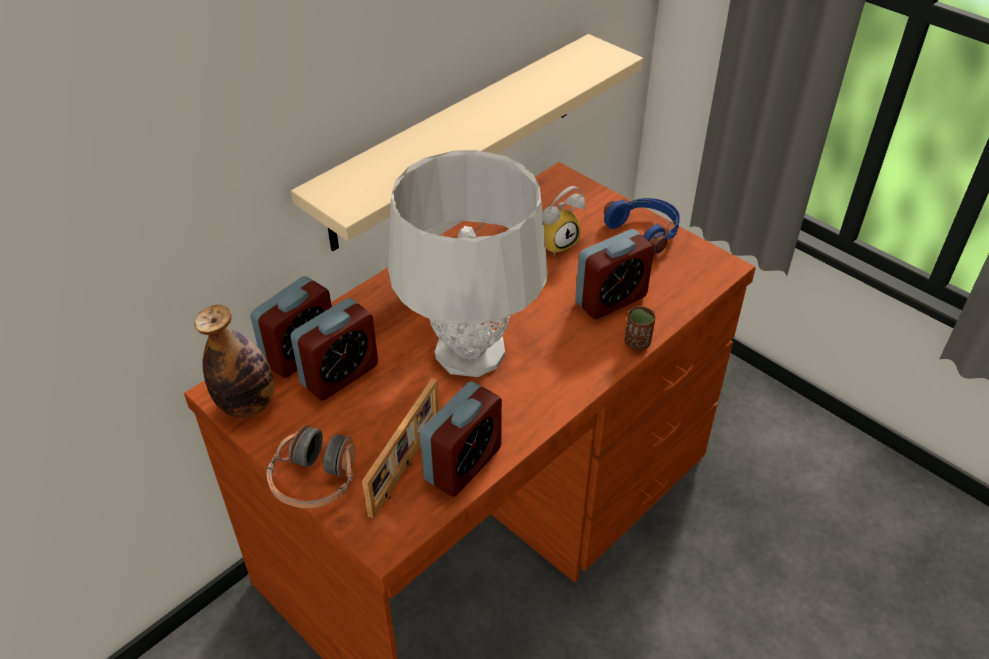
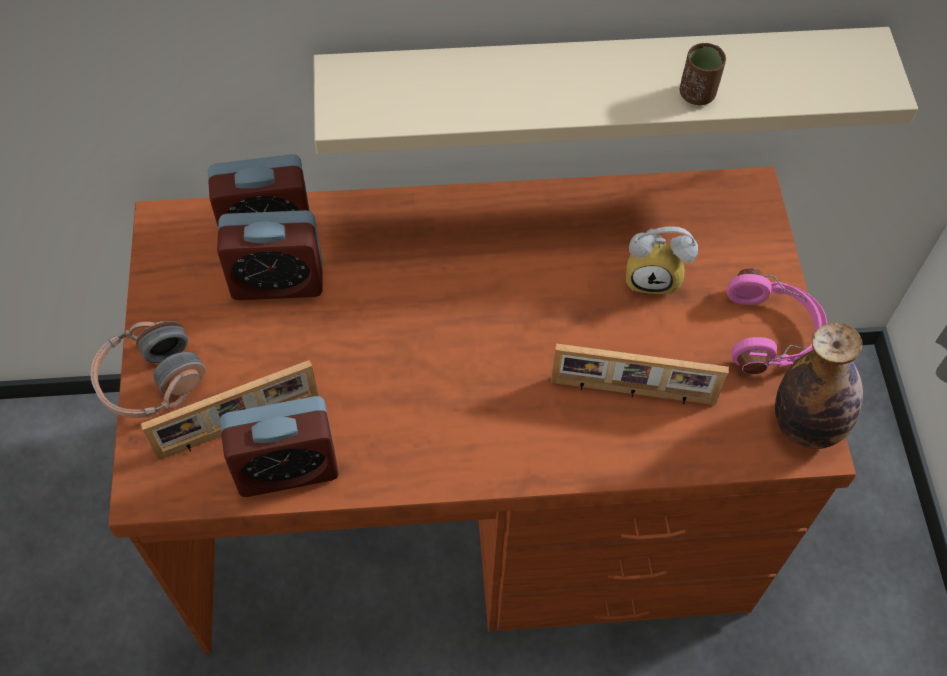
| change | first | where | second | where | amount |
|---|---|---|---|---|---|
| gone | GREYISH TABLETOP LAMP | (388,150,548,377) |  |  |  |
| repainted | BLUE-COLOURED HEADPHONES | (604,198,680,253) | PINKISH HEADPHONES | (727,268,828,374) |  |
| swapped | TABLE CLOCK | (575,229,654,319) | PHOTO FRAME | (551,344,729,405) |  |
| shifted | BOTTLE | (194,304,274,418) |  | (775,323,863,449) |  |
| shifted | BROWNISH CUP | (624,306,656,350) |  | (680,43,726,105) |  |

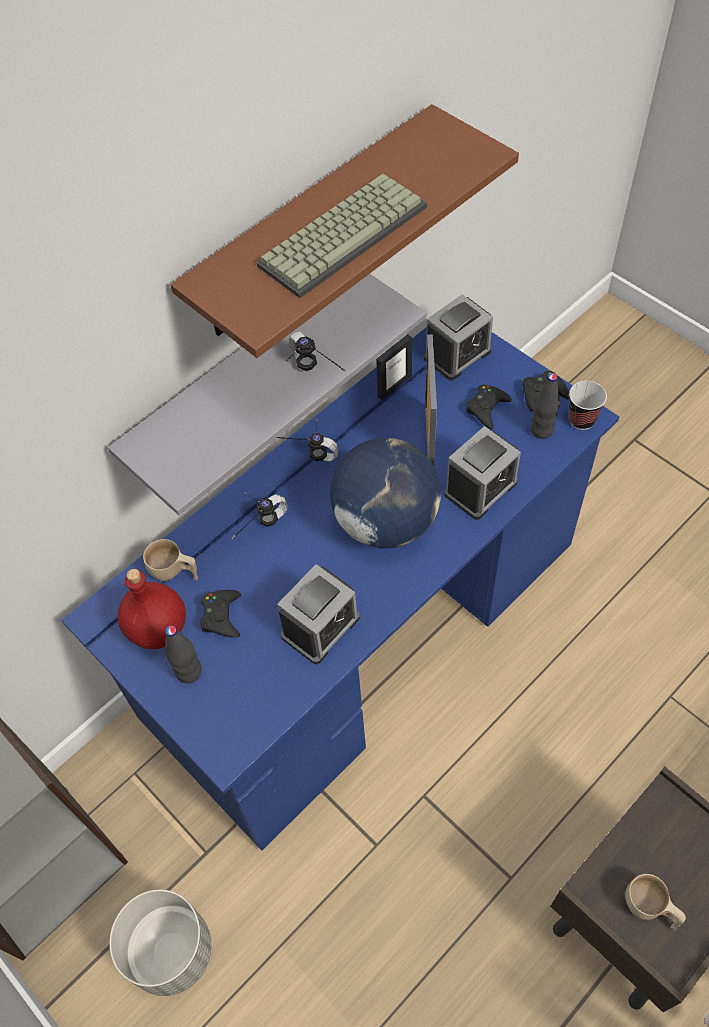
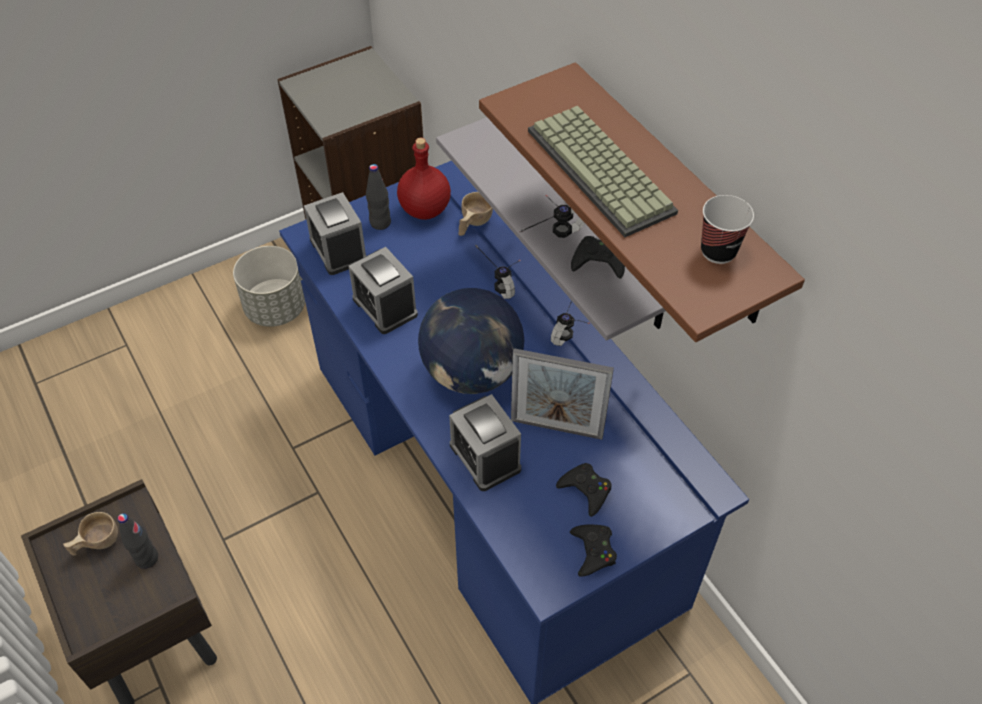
| change | first | where | second | where | amount |
|---|---|---|---|---|---|
| shifted | TABLE CLOCK | (424,294,493,381) |  | (304,192,366,275) |  |
| gone | PHOTO FRAME | (376,334,412,400) |  |  |  |
| shifted | BLACKISH BOTTLE | (530,373,560,439) |  | (117,513,158,569) |  |
| shifted | CUP | (569,381,607,430) |  | (701,195,754,264) |  |
| shifted | BLACKISH GAMEPAD | (200,590,241,638) |  | (571,236,625,279) |  |

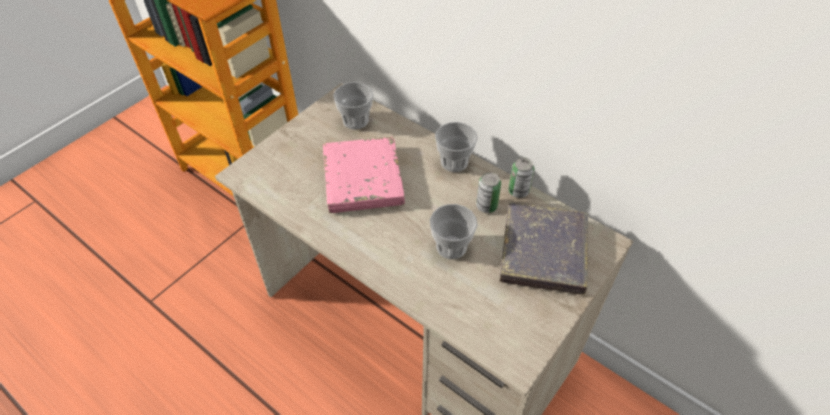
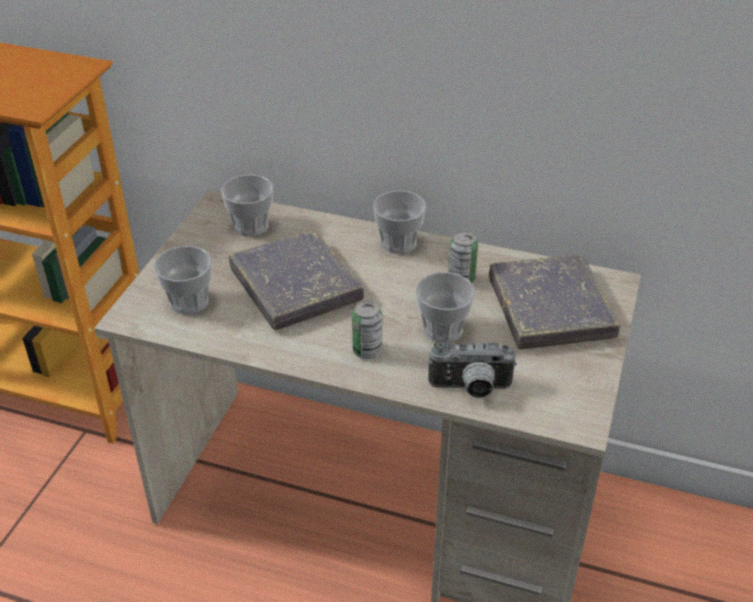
| change | first | where | second | where | amount |
|---|---|---|---|---|---|
| repainted | PINKISH BOUND BOOK | (323,137,405,213) | GREYISH BOUND BOOK | (229,229,364,330) |  |
| shifted | CAN | (508,157,534,198) |  | (352,301,382,359) |  |
| new |  |  | CUP | (154,246,212,314) |  |
| new |  |  | STILL CAMERA | (428,341,517,398) |  |

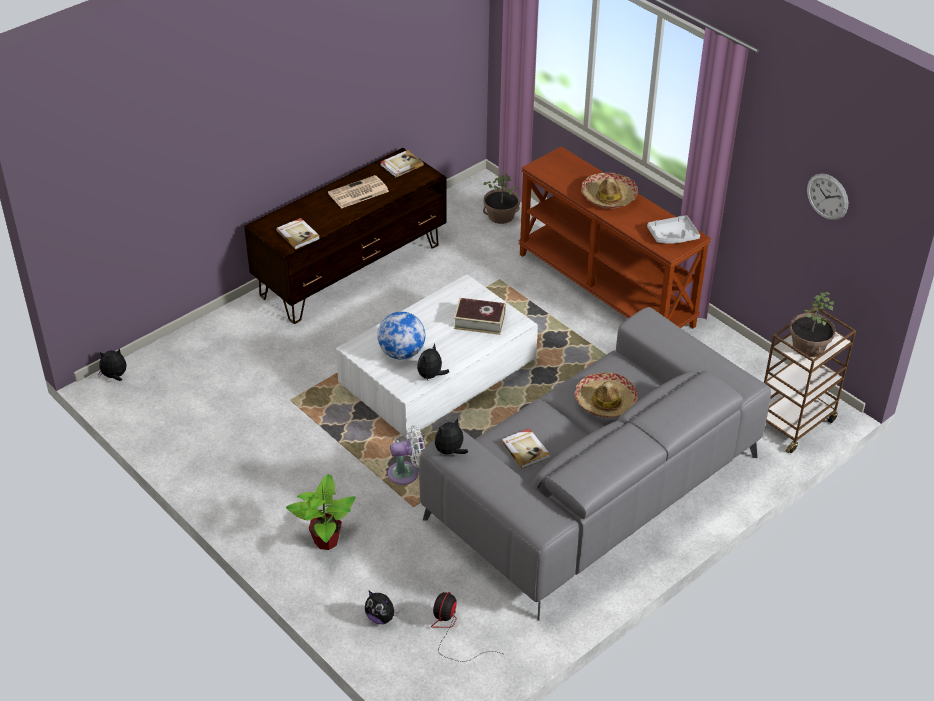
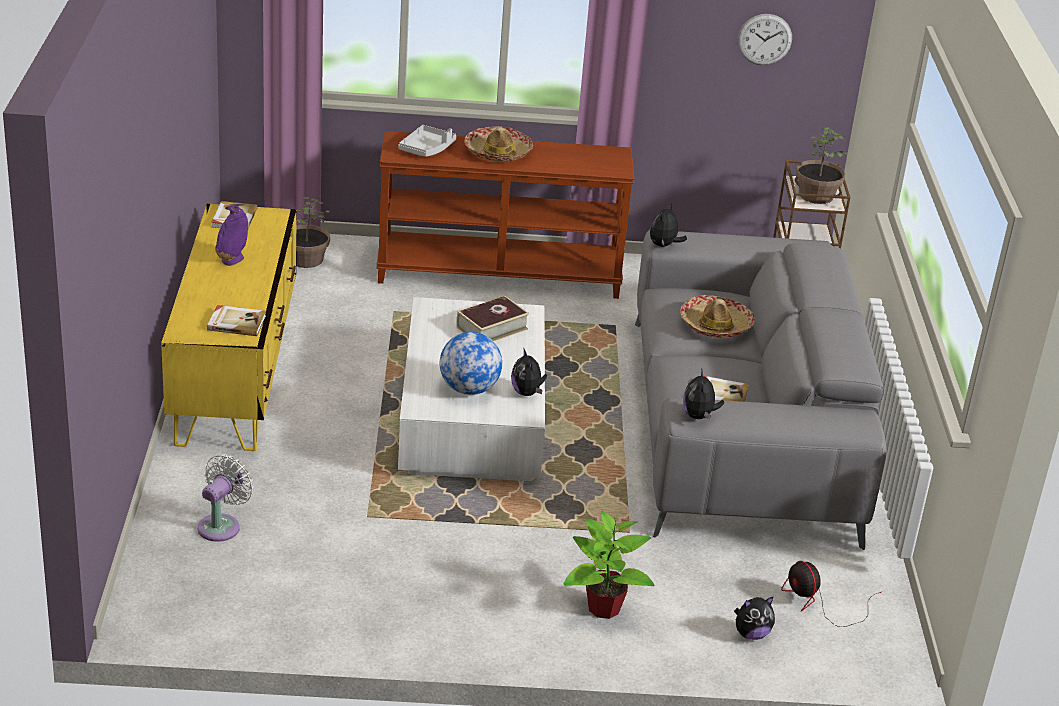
| change | first | where | second | where | amount |
|---|---|---|---|---|---|
| repainted | BROWNISH TV STAND | (244,148,447,324) | YELLOW TV STAND | (161,204,296,451) |  |
| swapped | NEWSPAPER | (328,175,389,208) | PURPLISH DECORATIVE VASE | (215,205,248,266) |  |
| shifted | GREYISH TRAY | (647,215,700,244) |  | (398,125,456,157) |  |
| shifted | PLUSH TOY | (98,349,127,381) |  | (650,204,687,247) |  |
| shifted | WHITISH ELECTRIC FAN | (388,425,425,485) |  | (198,454,254,542) |  |

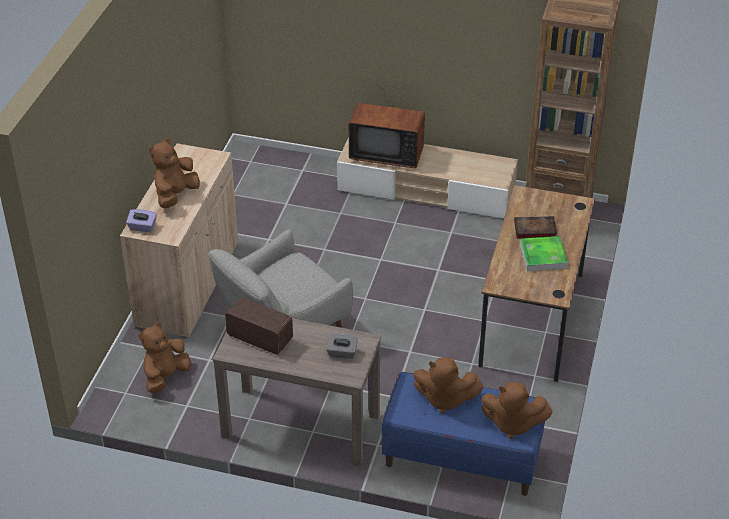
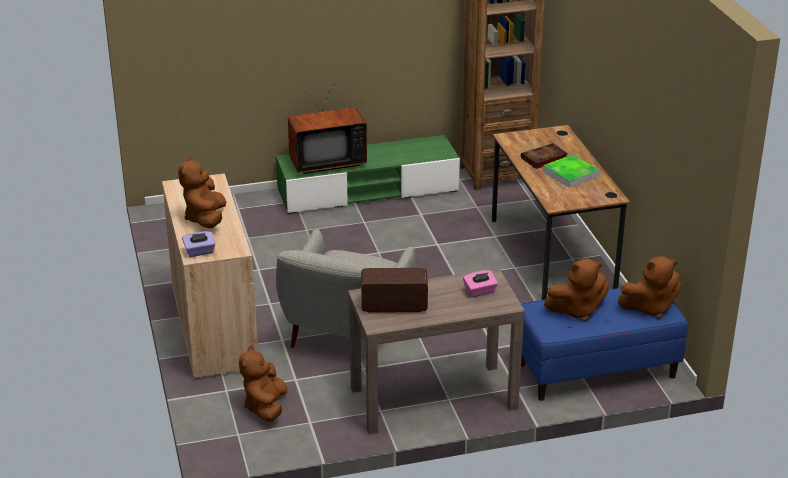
| change | first | where | second | where | amount |
|---|---|---|---|---|---|
| repainted | BEIGE-COLOURED TV STAND | (337,137,518,219) | GREEN TV STAND | (276,135,460,214) |  |
| repainted | GREYISH BOX OF TISSUES | (326,334,358,359) | PINKISH BOX OF TISSUES | (463,270,498,297) |  |

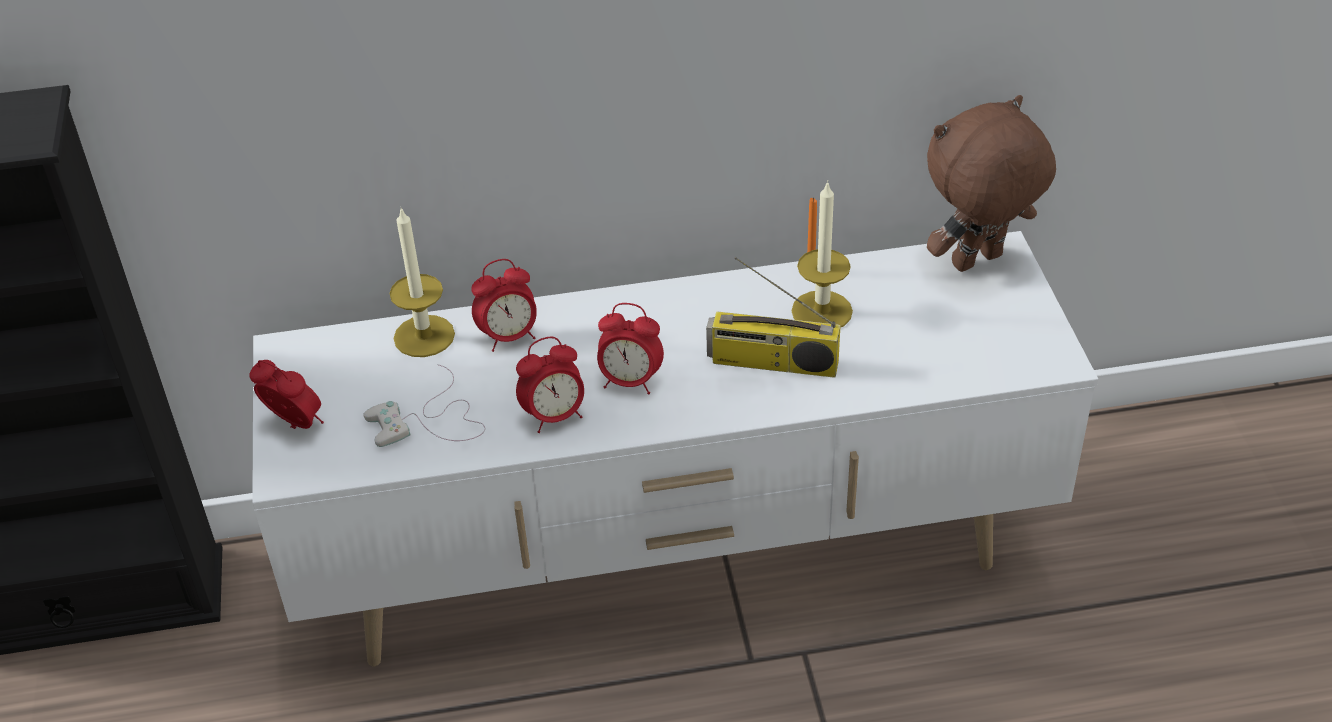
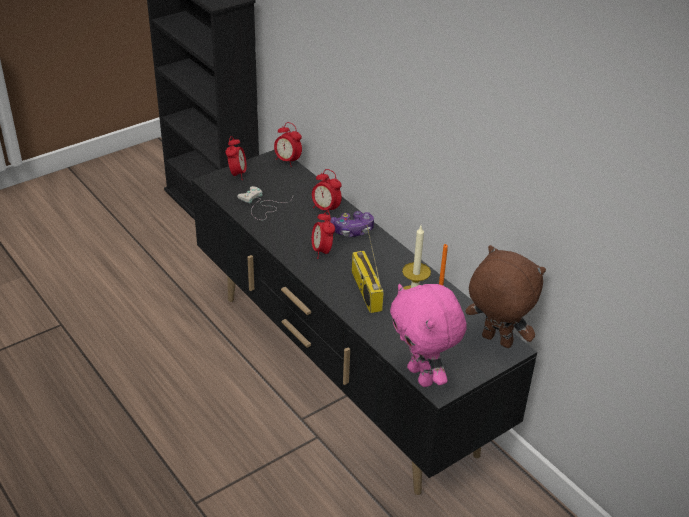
| change | first | where | second | where | amount |
|---|---|---|---|---|---|
| gone | CANDLE | (389,208,455,357) |  |  |  |
| repainted | WHITISH TV STAND | (252,231,1098,666) | BLACKISH TV STAND | (191,150,537,495) |  |
| shifted | TABLE CLOCK | (516,337,584,433) |  | (274,122,302,167) |  |
| new |  |  | GAMEPAD | (330,211,374,237) |  |
| new |  |  | PINKISH PLUSH TOY | (390,284,467,387) |  |

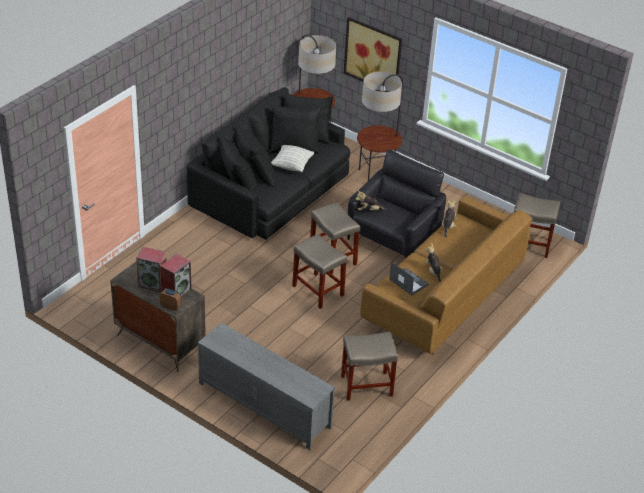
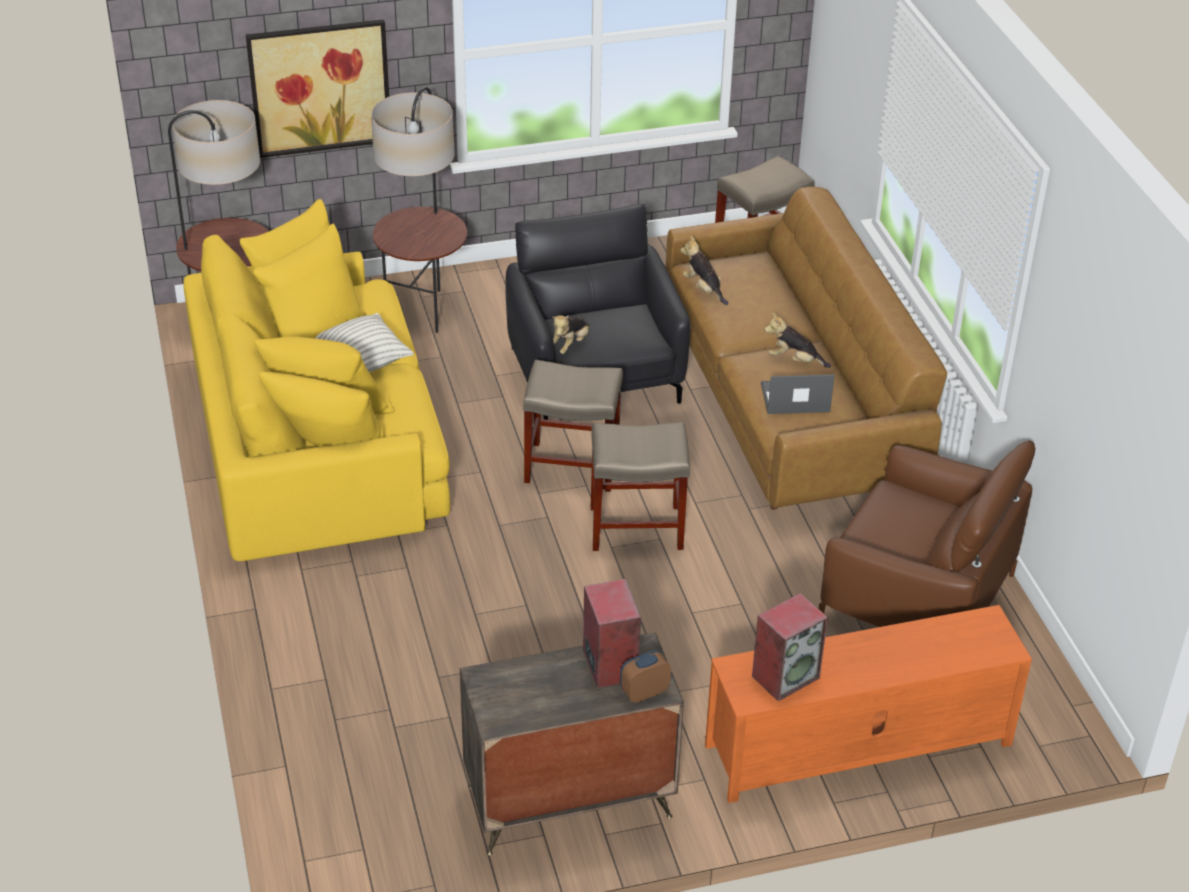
| change | first | where | second | where | amount |
|---|---|---|---|---|---|
| repainted | BLACKISH COUCH | (187,87,350,240) | YELLOW COUCH | (183,199,450,561) |  |
| shifted | SPEAKER | (136,247,166,292) |  | (752,593,828,701) |  |
| repainted | GREYISH TV STAND | (198,323,335,450) | ORANGE-COLOURED TV STAND | (705,605,1032,803) |  |
| swapped | BEIGE-COLOURED SITTING STOOL | (341,332,398,401) | BROWNISH ARMCHAIR | (819,440,1036,627) |  |

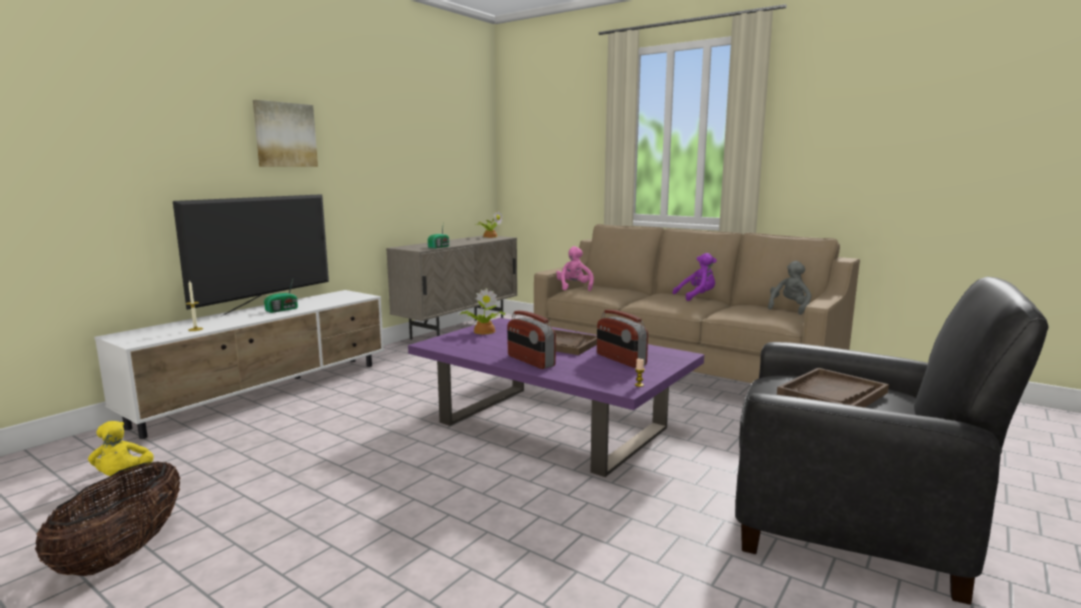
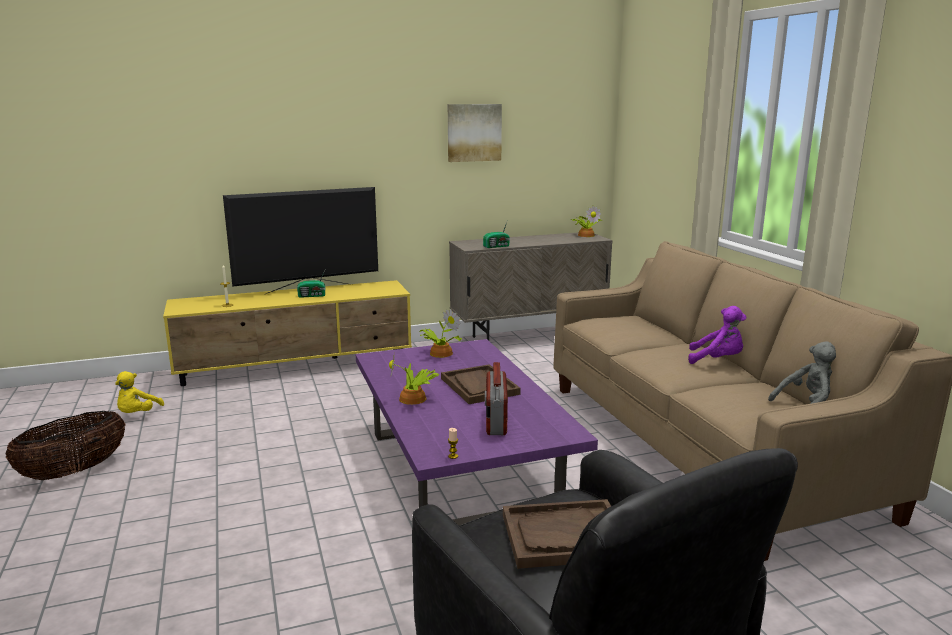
| change | first | where | second | where | amount |
|---|---|---|---|---|---|
| shifted | WALL ART | (253,100,318,167) |  | (448,104,502,162) |  |
| gone | PINKISH PLUSH TOY | (556,246,594,291) |  |  |  |
| repainted | WHITISH TV STAND | (94,290,384,439) | YELLOW TV STAND | (163,280,412,386) |  |
| swapped | RADIO SET | (507,310,556,369) | PLANT IN A POT | (389,355,439,405) |  |

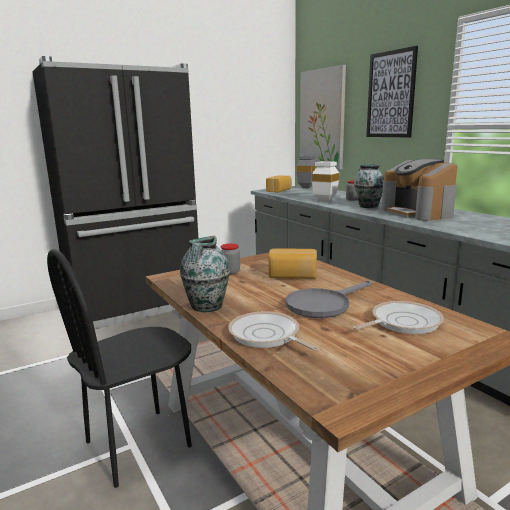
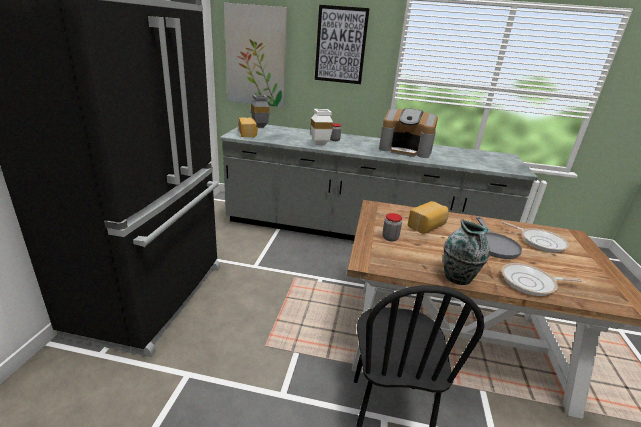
| change | first | where | second | where | amount |
|---|---|---|---|---|---|
| gone | DECORATIVE VASE | (354,164,384,208) |  |  |  |
| rotated | FRYING PAN | (353,301,444,334) |  | (501,221,569,253) | 120 degrees clockwise |

